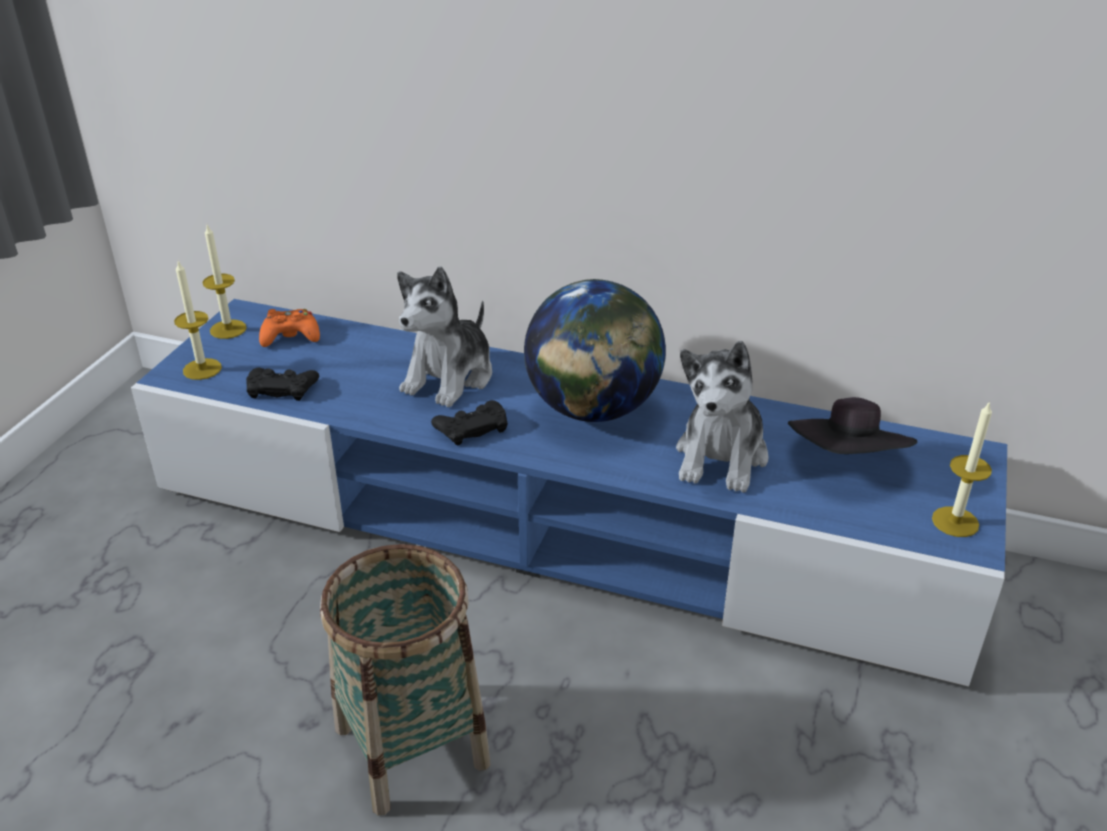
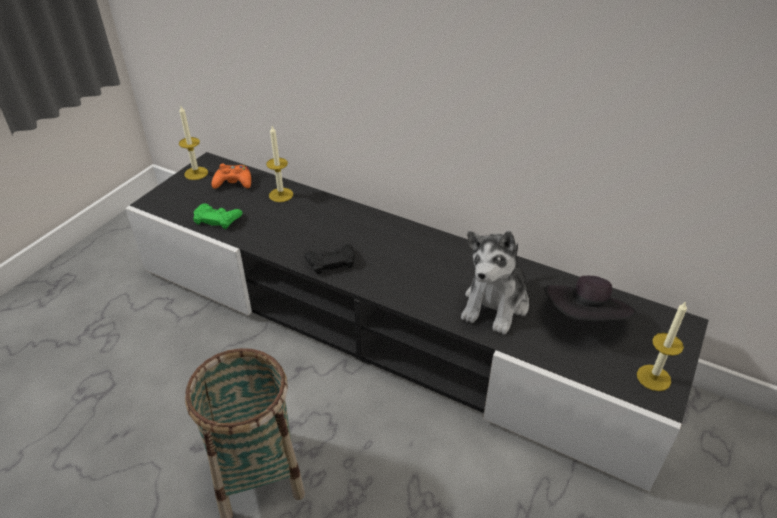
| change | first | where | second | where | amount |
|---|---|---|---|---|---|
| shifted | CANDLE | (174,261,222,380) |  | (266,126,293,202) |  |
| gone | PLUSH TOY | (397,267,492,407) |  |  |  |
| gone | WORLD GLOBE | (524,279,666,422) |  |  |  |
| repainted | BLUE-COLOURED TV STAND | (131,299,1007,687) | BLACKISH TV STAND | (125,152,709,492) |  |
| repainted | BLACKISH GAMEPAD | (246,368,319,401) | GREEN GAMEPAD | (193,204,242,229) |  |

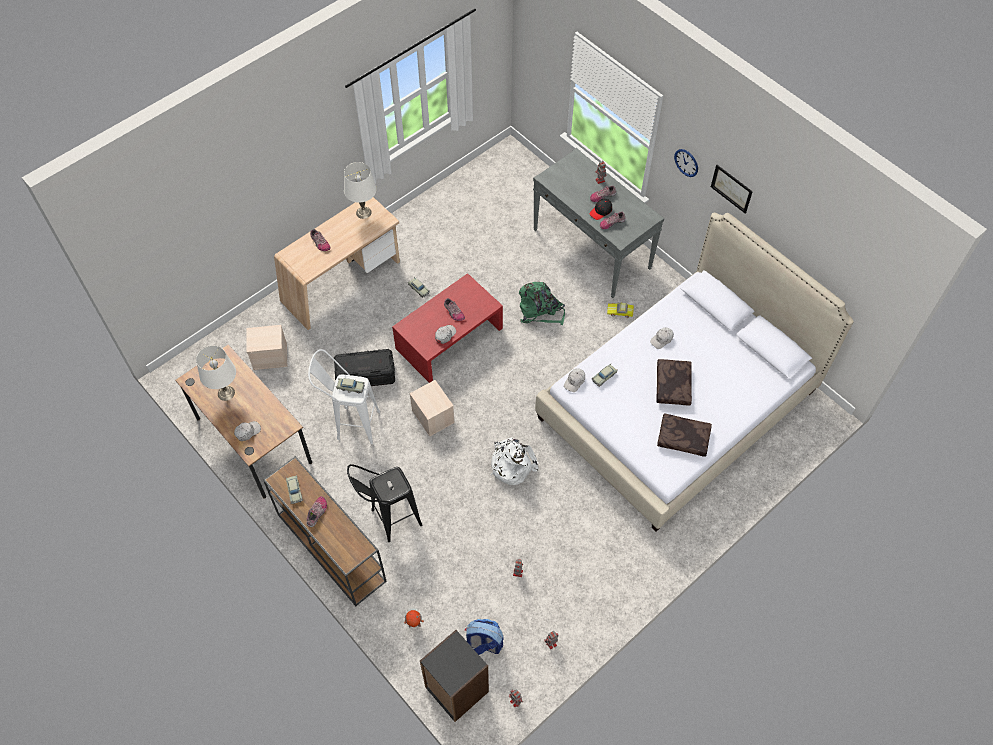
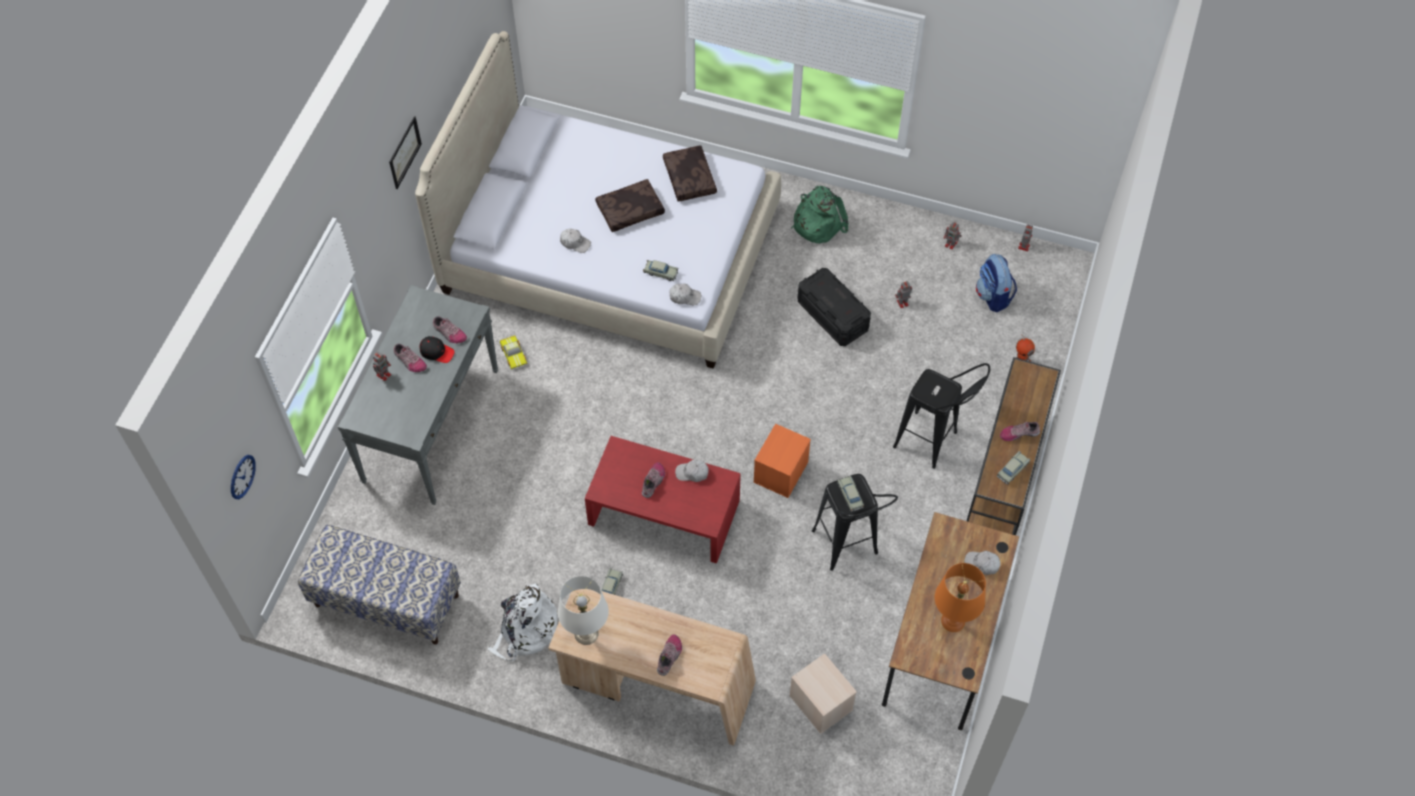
| change | first | where | second | where | amount |
|---|---|---|---|---|---|
| shifted | WALL CLOCK | (674,149,698,177) |  | (231,455,256,499) |  |
| shifted | GREEN KNAPSACK | (519,282,565,325) |  | (791,186,849,243) |  |
| repainted | WHITISH TABLETOP LAMP | (196,346,236,401) | ORANGE-COLOURED TABLETOP LAMP | (935,563,986,632) |  |
| repainted | WHITISH SITTING STOOL | (308,349,380,444) | BLACKISH SITTING STOOL | (812,474,898,571) |  |
| shifted | BLACKISH STORAGE CONTAINER | (334,349,395,386) |  | (797,268,871,346) |  |
| repainted | BEIGE-COLOURED STORAGE CONTAINER | (410,380,455,436) | ORANGE-COLOURED STORAGE CONTAINER | (754,424,811,498) |  |
| shifted | WHITISH KNAPSACK | (491,437,538,485) |  | (487,583,558,661) |  |
| gone | BLACKISH SHELVING UNIT | (420,630,489,722) |  |  |  |
| new |  |  | BENCH | (298,525,461,645) |  |

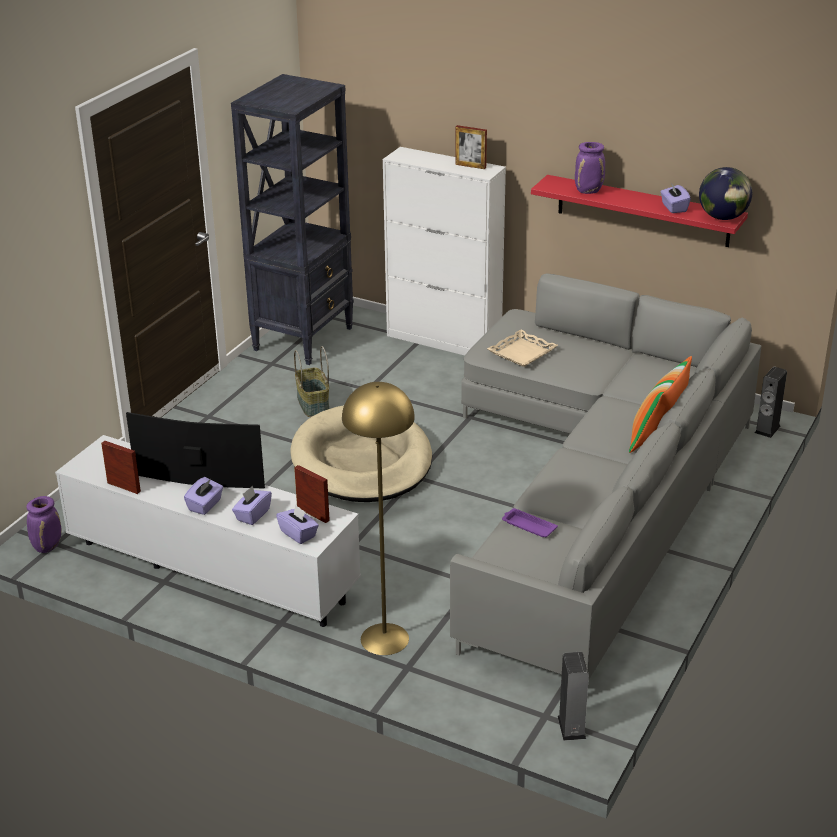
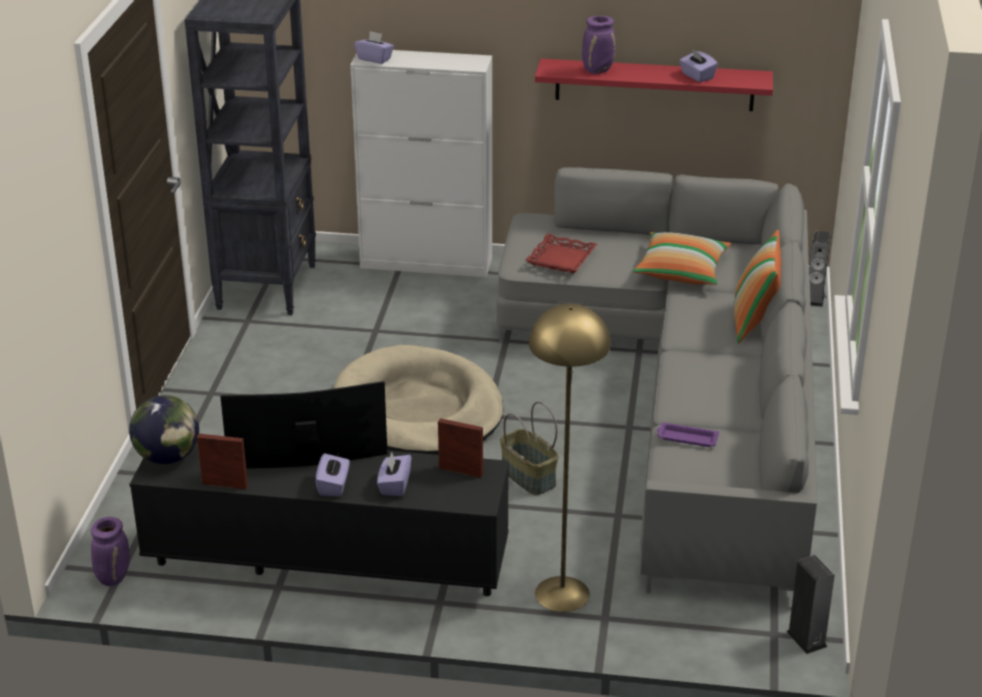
| change | first | where | second | where | amount |
|---|---|---|---|---|---|
| gone | PHOTO FRAME | (455,125,487,169) |  |  |  |
| shifted | WORLD GLOBE | (699,167,752,220) |  | (129,395,199,464) |  |
| repainted | BEIGE-COLOURED TRAY | (487,329,558,367) | REDDISH TRAY | (526,234,597,273) |  |
| shifted | HOUSEHOLD BASKET | (294,346,329,417) |  | (500,401,559,495) |  |
| repainted | WHITISH TV STAND | (55,435,361,627) | BLACKISH TV STAND | (130,443,509,596) |  |
| shifted | PURPLISH BOX OF TISSUES | (276,504,319,544) |  | (354,31,394,64) |  |
| new |  |  | THROW PILLOW | (633,232,731,285) |  |

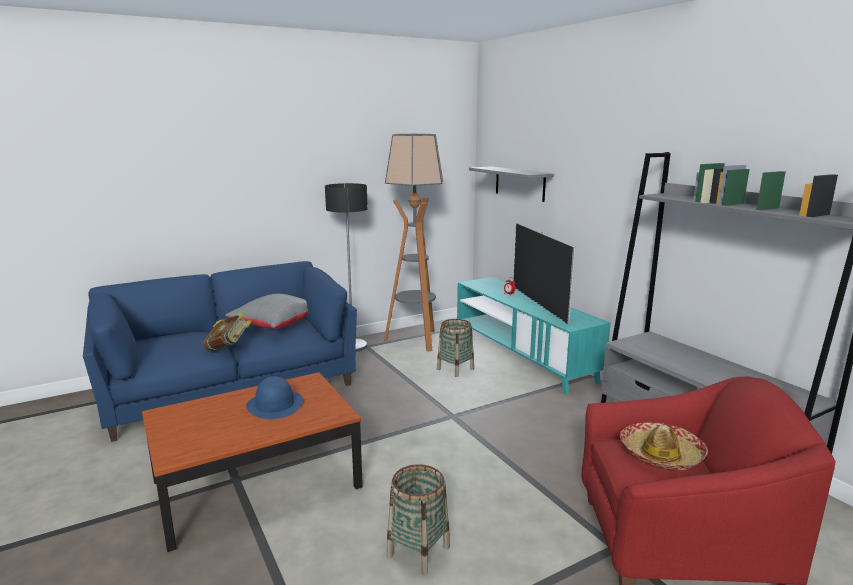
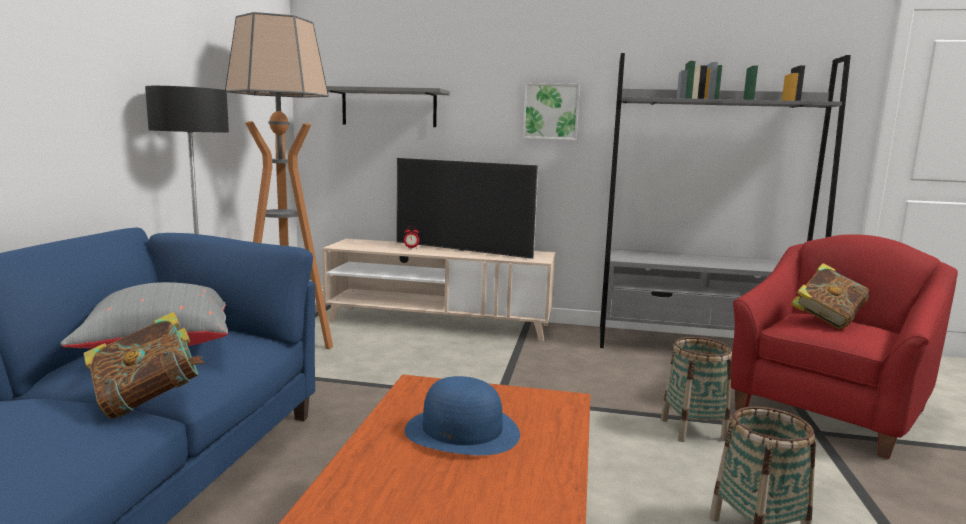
| change | first | where | second | where | amount |
|---|---|---|---|---|---|
| repainted | BLUE-GREEN TV STAND | (457,277,611,394) | BEIGE-COLOURED TV STAND | (322,238,556,341) |  |
| shifted | HOUSEHOLD BASKET | (437,319,474,377) |  | (661,337,732,442) |  |
| swapped | CLOTHING HAT | (620,423,708,470) | BOUND BOOK | (791,263,869,329) |  |
| new |  |  | WALL ART | (523,83,580,140) |  |

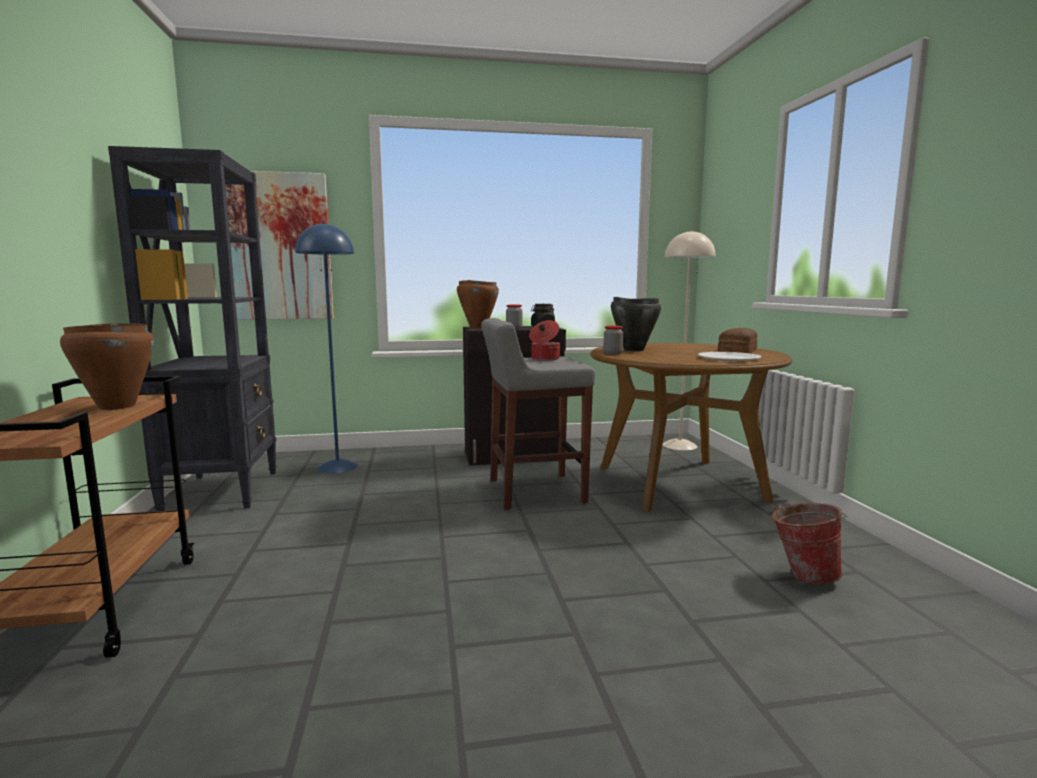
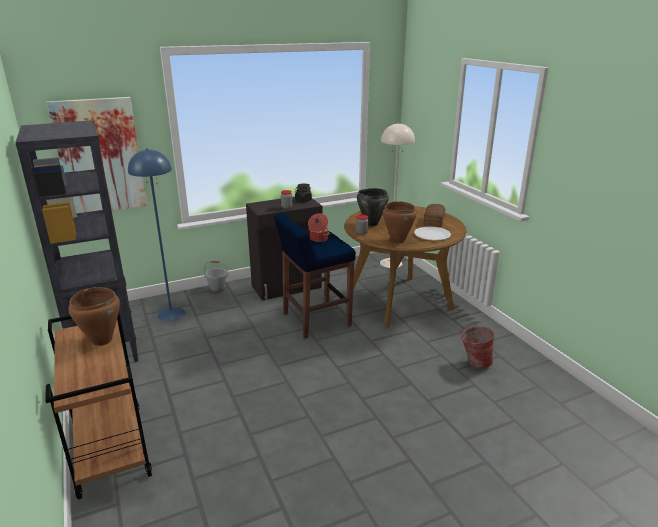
| change | first | where | second | where | amount |
|---|---|---|---|---|---|
| shifted | BROWNISH COOKING POT | (457,280,499,328) |  | (383,201,417,243) |  |
| repainted | GREYISH SITTING STOOL | (481,318,595,510) | BLUE-COLOURED SITTING STOOL | (274,213,356,339) |  |
| new |  |  | GREYISH WATER BUCKET | (204,261,228,292) |  |

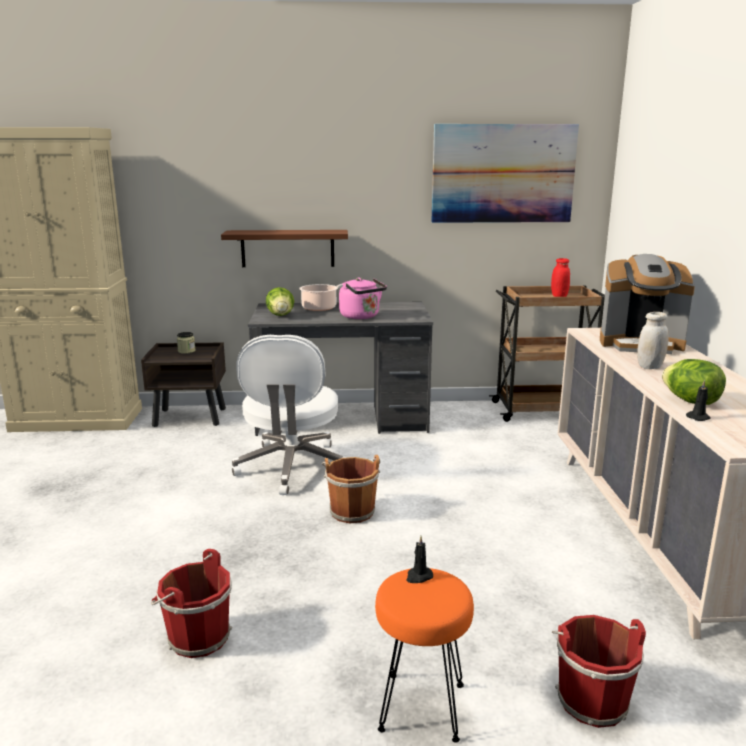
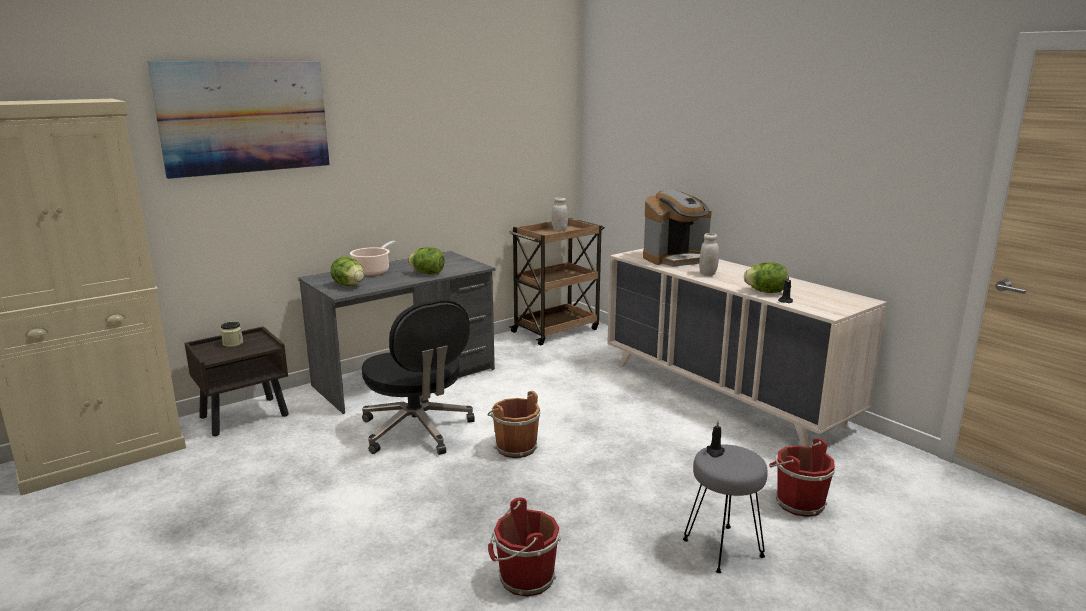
| change | first | where | second | where | amount |
|---|---|---|---|---|---|
| shifted | WALL ART | (431,124,579,223) |  | (147,61,330,179) |  |
| gone | BROWNISH SHELF | (221,230,348,267) |  |  |  |
| repainted | REDDISH PRESERVE JAR | (551,258,570,297) | WHITISH PRESERVE JAR | (551,197,568,231) |  |
| swapped | PINKISH KETTLE | (339,277,387,319) | LETTUCE | (408,247,445,274) |  |
| repainted | WHITISH OFFICE CHAIR | (232,335,347,495) | BLACKISH OFFICE CHAIR | (362,299,475,455) |  |
| repainted | ORANGE-COLOURED SITTING STOOL | (375,568,474,743) | GREYISH SITTING STOOL | (683,444,768,573) |  |

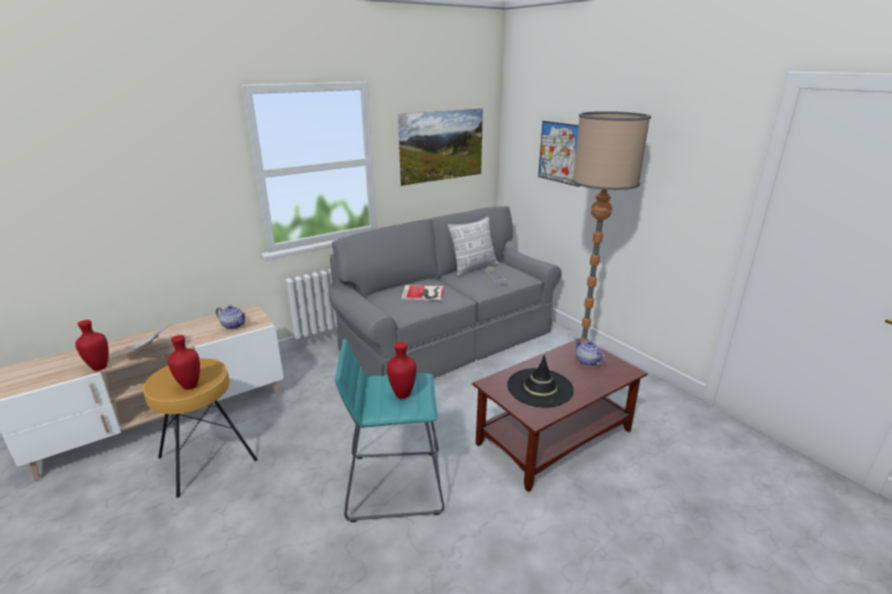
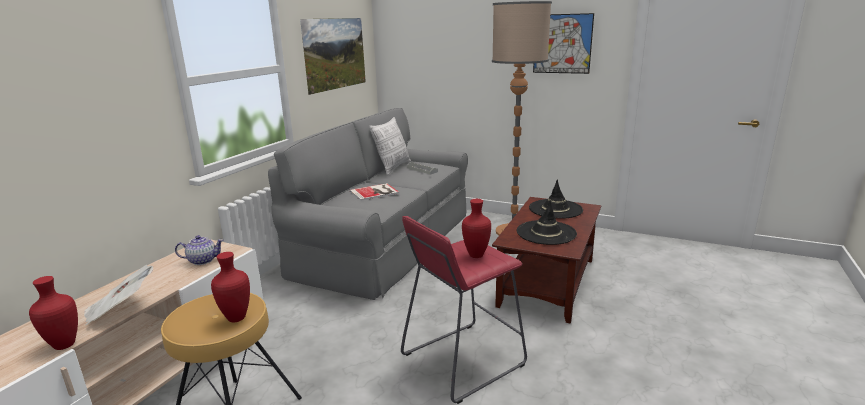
| change | first | where | second | where | amount |
|---|---|---|---|---|---|
| shifted | WALL ART | (538,121,580,187) |  | (533,13,594,74) |  |
| swapped | TEAPOT | (575,338,606,366) | BLACKISH CLOTHING HAT | (529,179,583,219) |  |
| repainted | BLUE-GREEN SITTING STOOL | (335,339,444,522) | REDDISH SITTING STOOL | (401,216,527,404) |  |

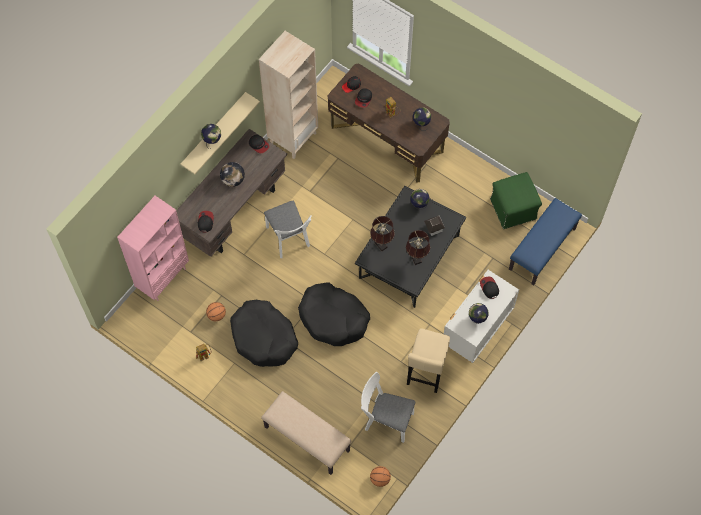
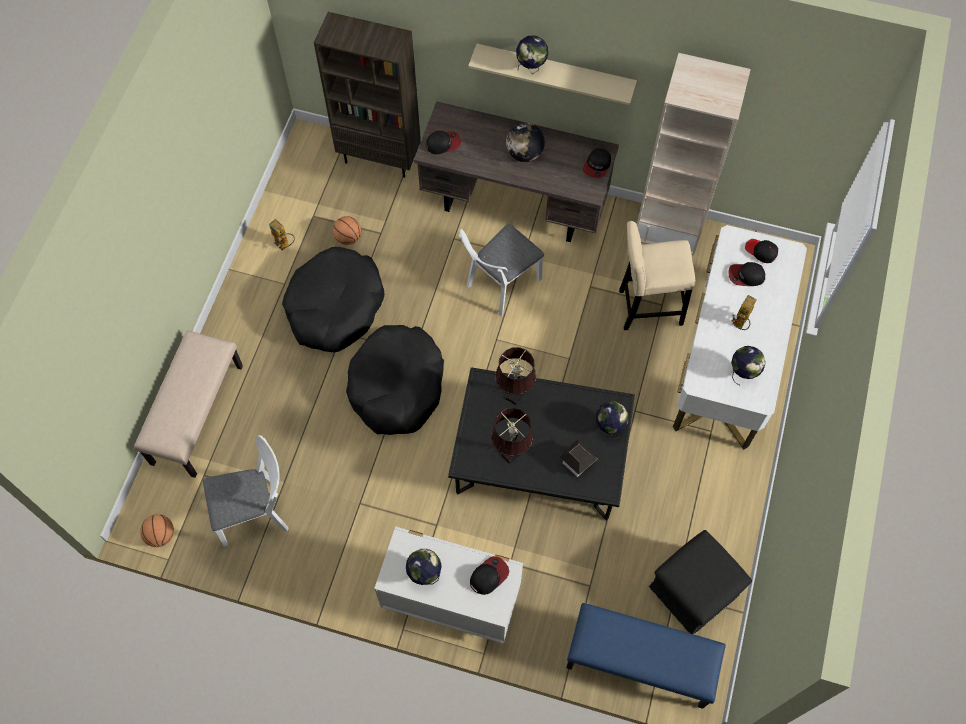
| change | first | where | second | where | amount |
|---|---|---|---|---|---|
| repainted | BROWNISH DESK | (328,64,450,183) | WHITISH DESK | (673,225,807,449) |  |
| repainted | GREEN POUFFE | (490,172,542,229) | BLACKISH POUFFE | (649,530,752,634) |  |
| repainted | PINKISH SHELVING UNIT | (117,196,189,301) | BROWNISH SHELVING UNIT | (314,12,421,178) |  |
| shifted | BEIGE-COLOURED SITTING STOOL | (407,328,450,393) |  | (619,221,695,330) |  |
| rotated | WHITISH CHAIR | (361,372,415,443) |  | (203,435,289,547) | 75 degrees clockwise |

